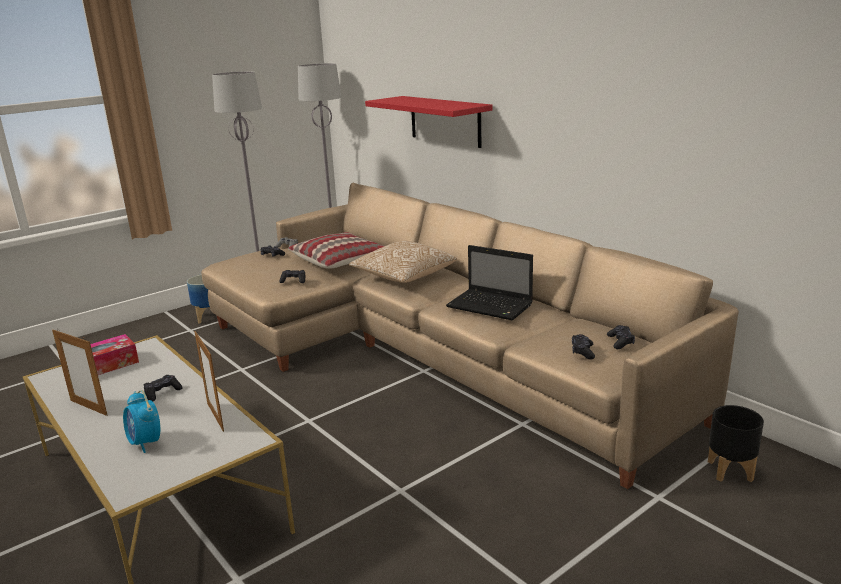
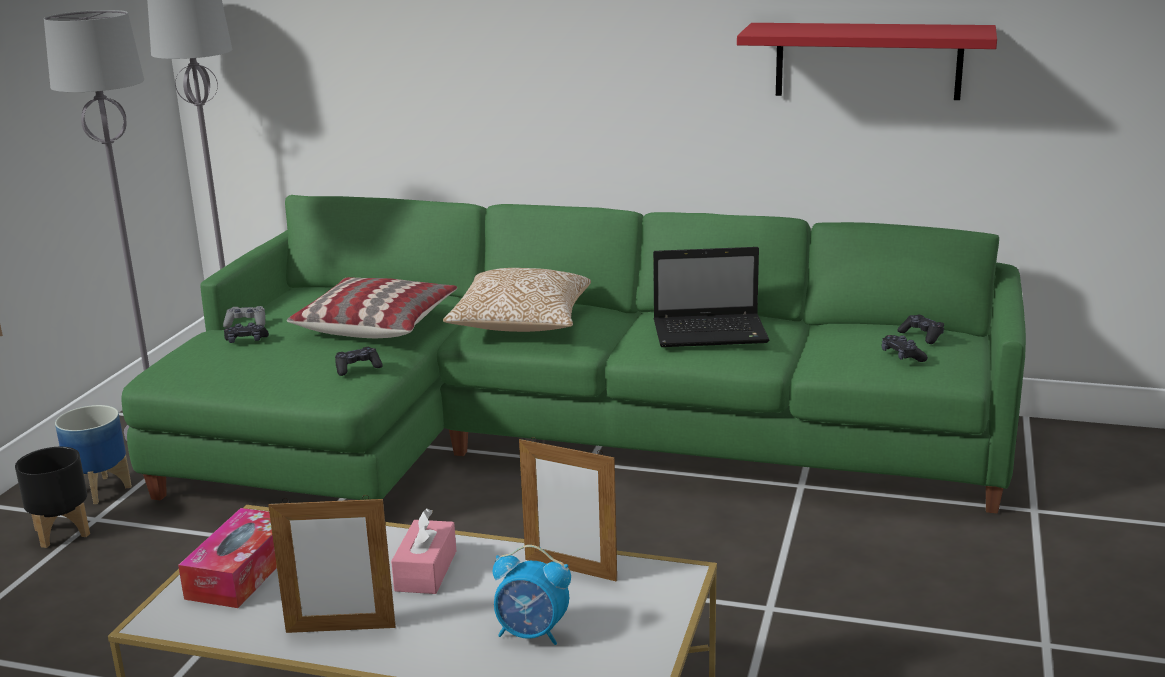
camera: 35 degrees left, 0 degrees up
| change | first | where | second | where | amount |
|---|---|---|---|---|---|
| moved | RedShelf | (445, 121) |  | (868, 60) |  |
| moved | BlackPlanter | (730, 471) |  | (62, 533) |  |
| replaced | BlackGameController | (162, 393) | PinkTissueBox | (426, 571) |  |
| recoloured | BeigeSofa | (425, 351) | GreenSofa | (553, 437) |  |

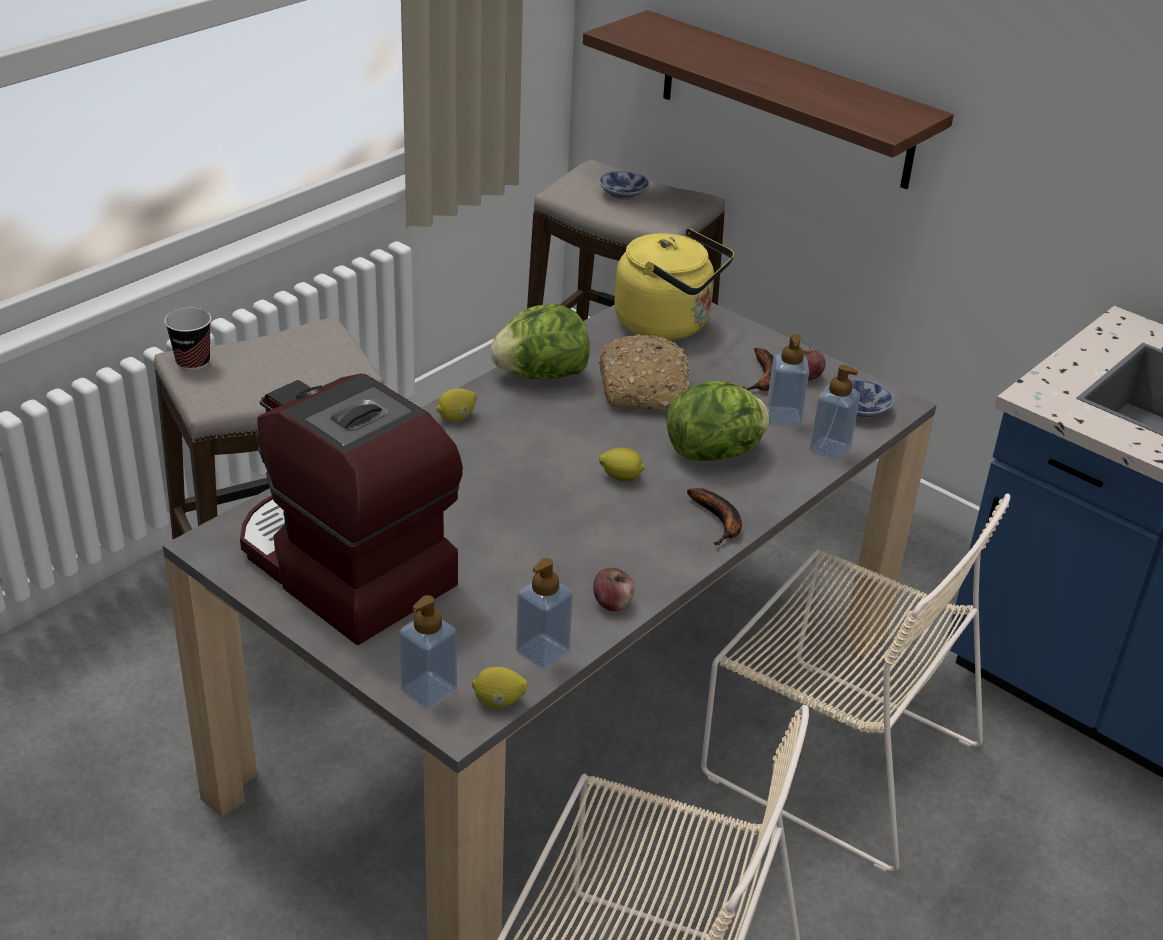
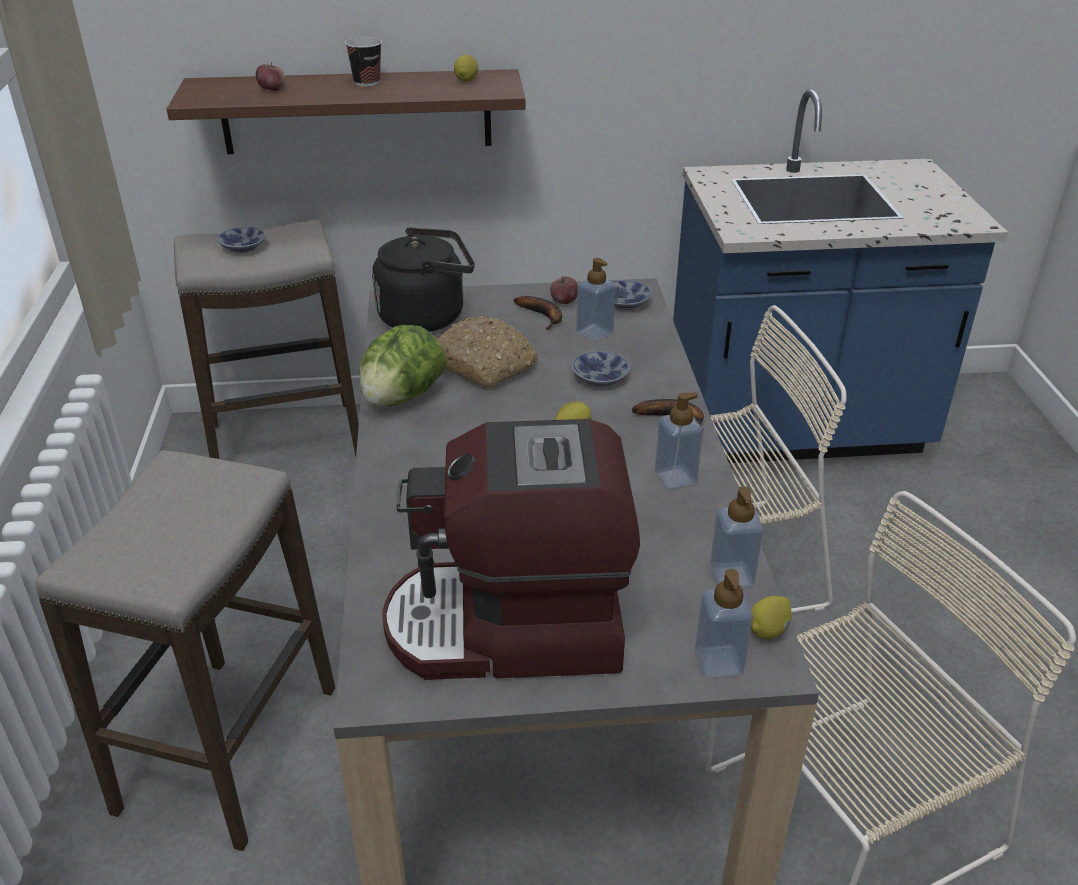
camera: 45 degrees left, 0 degrees up
| change | first | where | second | where | amount |
|---|---|---|---|---|---|
| moved | Cup | (193, 362) |  | (367, 82) |  |
| moved | Lemon | (456, 418) |  | (467, 80) |  |
| moved | Apple | (612, 603) |  | (272, 90) |  |
| moved | SoapDispenser | (830, 449) |  | (675, 478) |  |
| replaced | Lettuce | (715, 453) | Bowl | (598, 378) |  |
| recoloured | YellowKettle | (668, 325) | BlackKettle | (427, 316) |  |

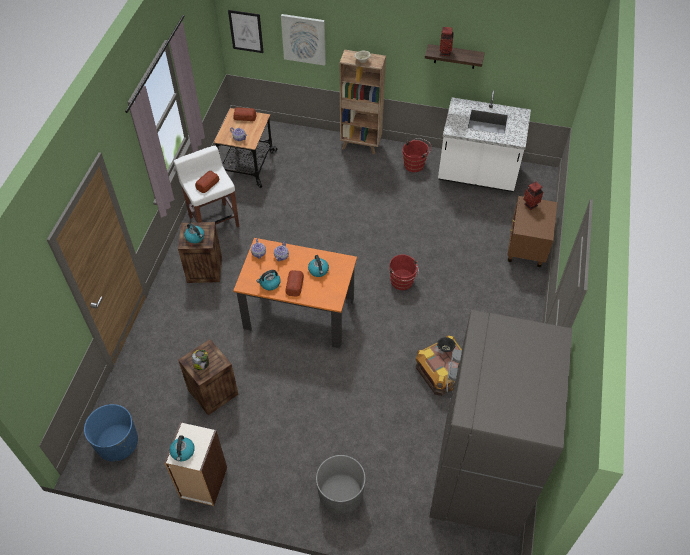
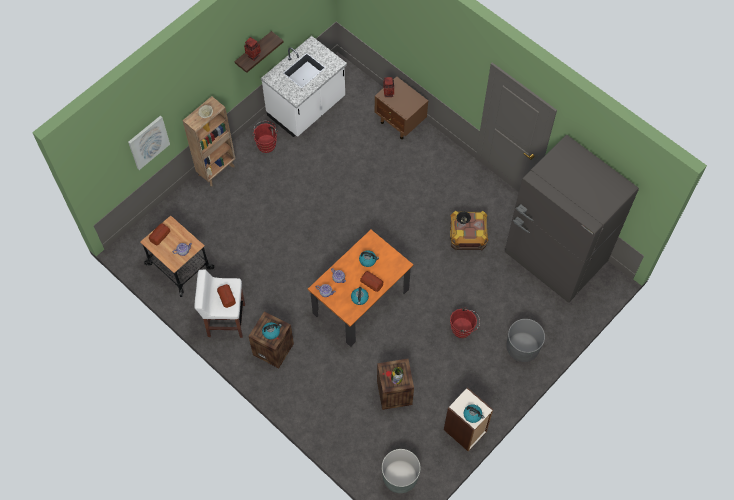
camera: 60 degrees left, 10 degrees up
| change | first | where | second | where | amount |
|---|---|---|---|---|---|
| removed | Picture | (246, 31) |  |  |  |
| moved | RedBucket | (402, 283) |  | (463, 329) |  |
| recoloured | BluePlanter | (117, 443) | GreyPlanter | (400, 477) |  |

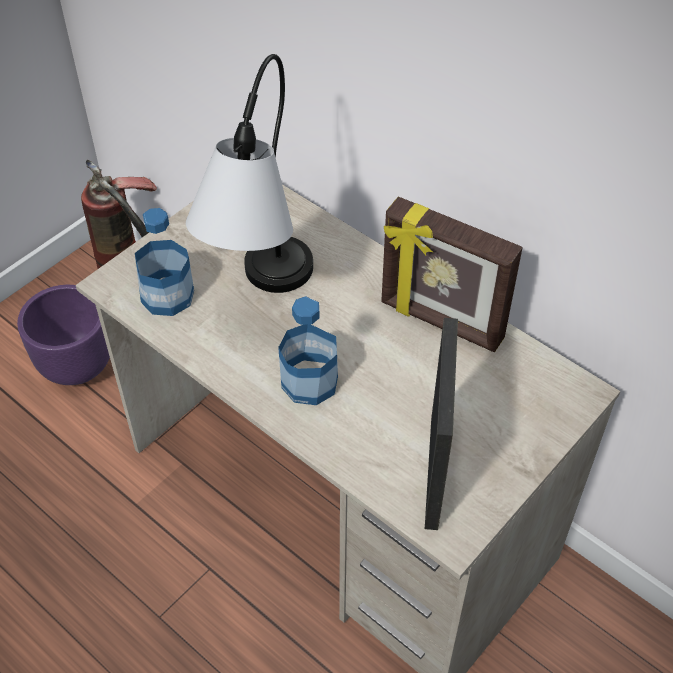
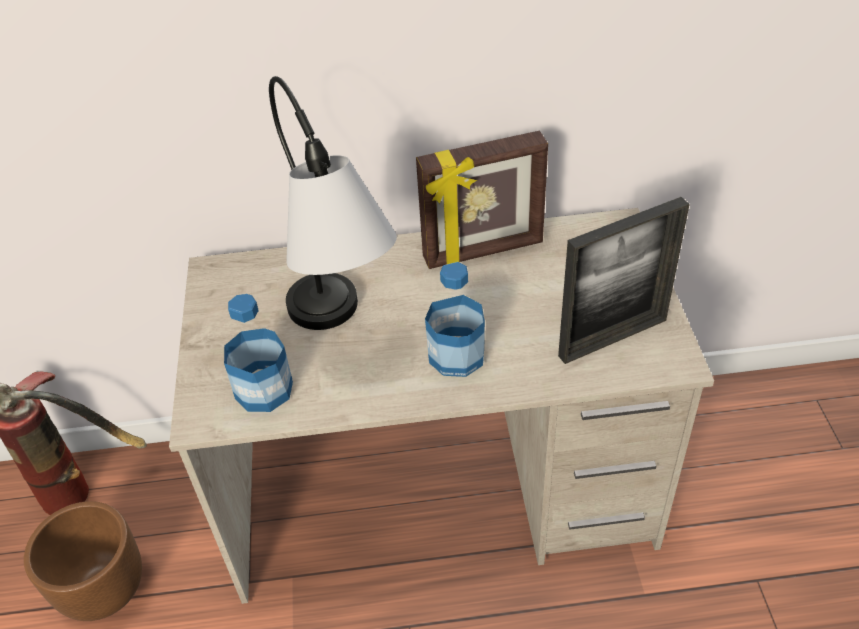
camera: 45 degrees left, 5 degrees down
| change | first | where | second | where | amount |
|---|---|---|---|---|---|
| recoloured | PurplePlanter | (76, 368) | BrownPlanter | (104, 593) |  |
| turned | PictureFrame | (434, 472) |  | (612, 338) | 105 degrees clockwise |

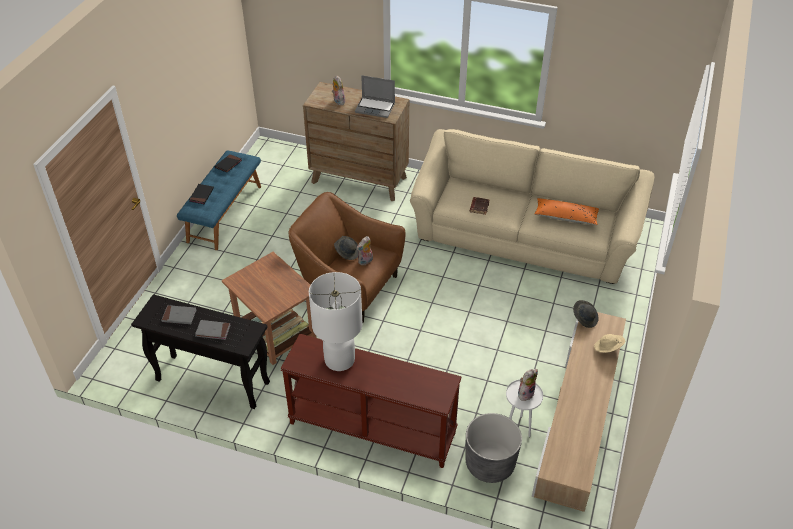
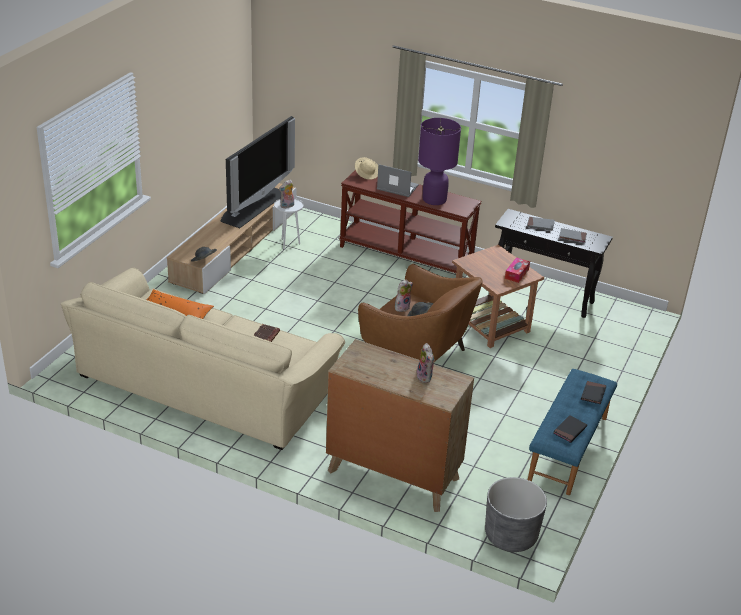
camera: 175 degrees left, 10 degrees down
| change | first | where | second | where | amount |
|---|---|---|---|---|---|
| added |  |  | Television | (253, 206) |  |
| added |  |  | TissueBox | (516, 274) |  |
| moved | Laptop | (375, 108) |  | (396, 188) |  |
| moved | GreyPlanter | (490, 464) |  | (510, 535) |  |
| moved | BeigeHat | (608, 348) |  | (367, 174) |  |
| recoloured | WhiteTableLamp | (339, 359) | PurpleTableLamp | (434, 200) |  |

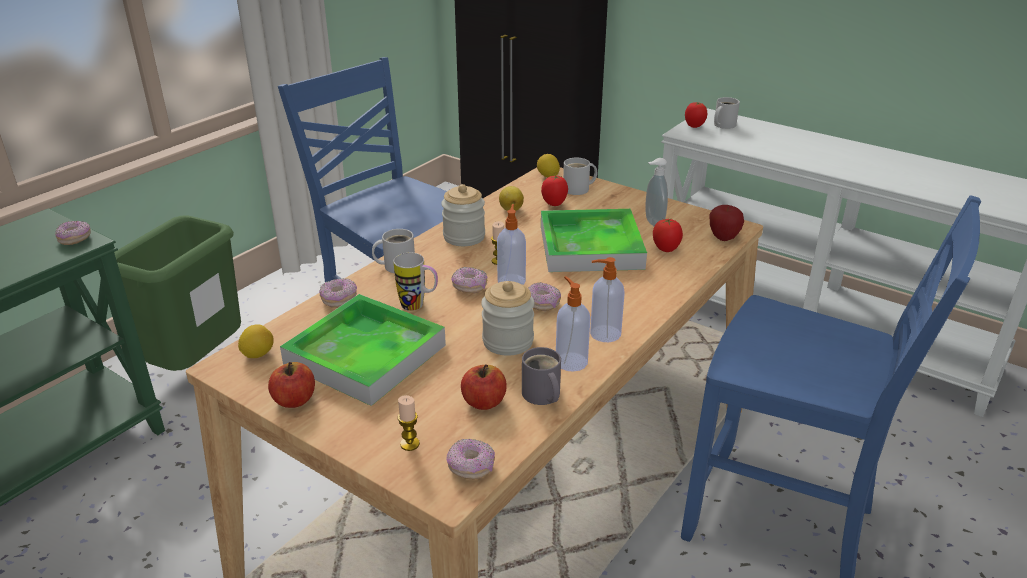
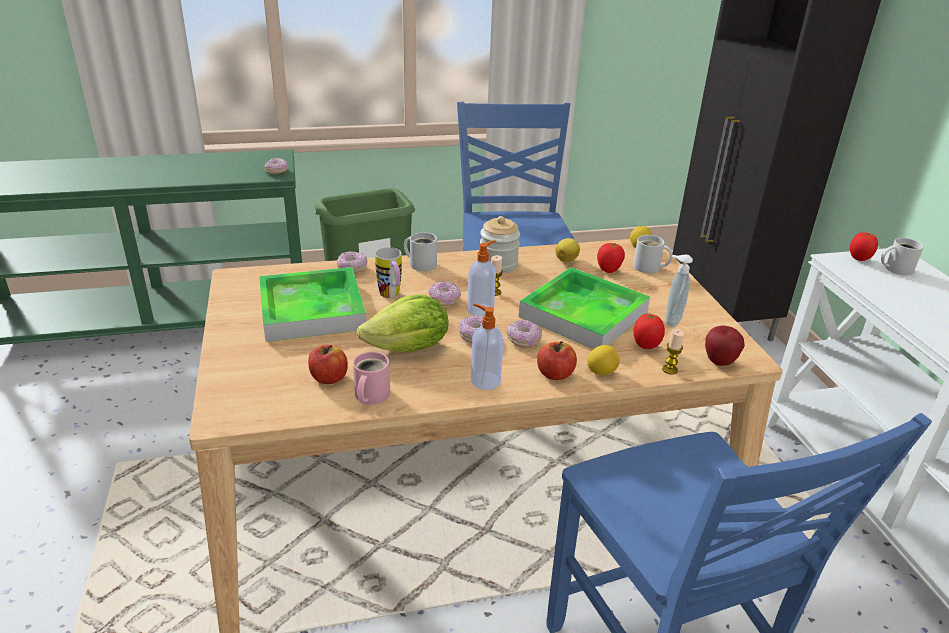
camera: 40 degrees right, 0 degrees up
| change | first | where | second | where | amount |
|---|---|---|---|---|---|
| removed | SoapDispenser | (570, 361) |  |  |  |
| moved | Lemon | (258, 354) |  | (601, 372) |  |
| moved | Apple | (294, 400) |  | (555, 374) |  |
| moved | Candle | (410, 444) |  | (669, 370) |  |
| moved | Donut | (471, 467) |  | (523, 340) |  |
| replaced | Jar | (508, 341) | Lettuce | (409, 348) |  |
| recoloured | GreyMug | (541, 396) | PinkMug | (369, 396) |  |

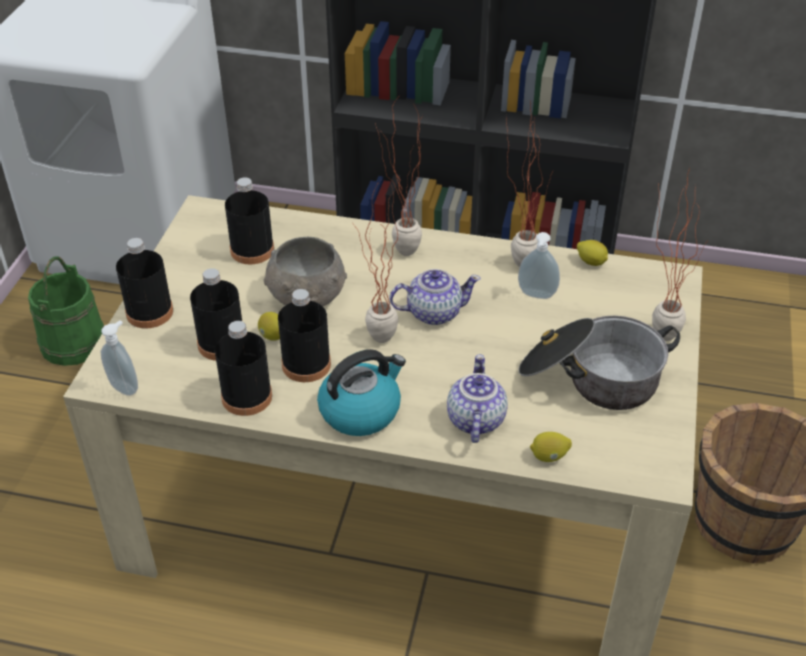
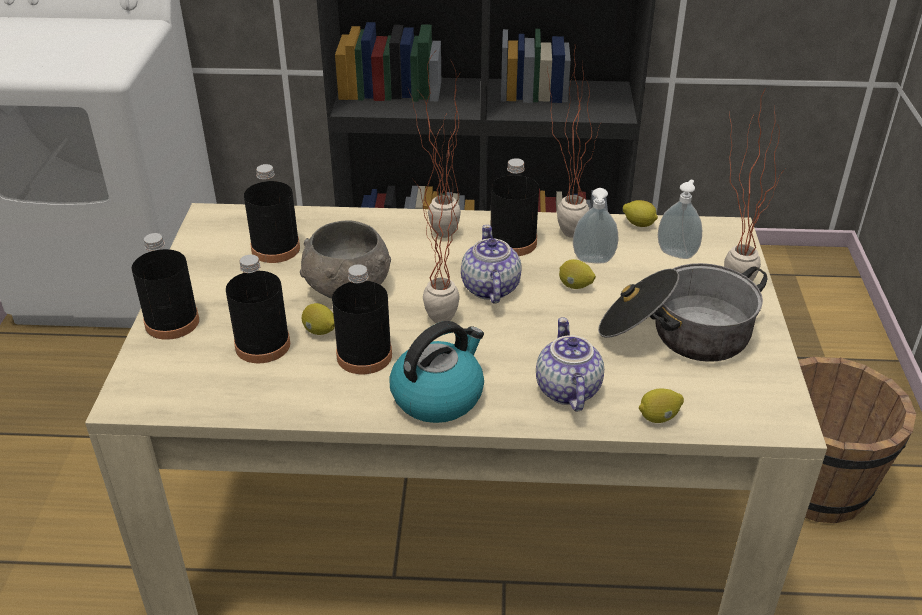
camera: 10 degrees left, 5 degrees down
| change | first | where | second | where | amount |
|---|---|---|---|---|---|
| removed | GreenBucket | (73, 342) |  |  |  |
| added |  |  | Lemon | (575, 286) |  |
| moved | SoapDispenser | (125, 387) |  | (677, 253) |  |
| moved | BlackBottle | (247, 397) |  | (513, 242) |  |
| turned | Teapot | (433, 312) |  | (489, 288) | 75 degrees counterclockwise |

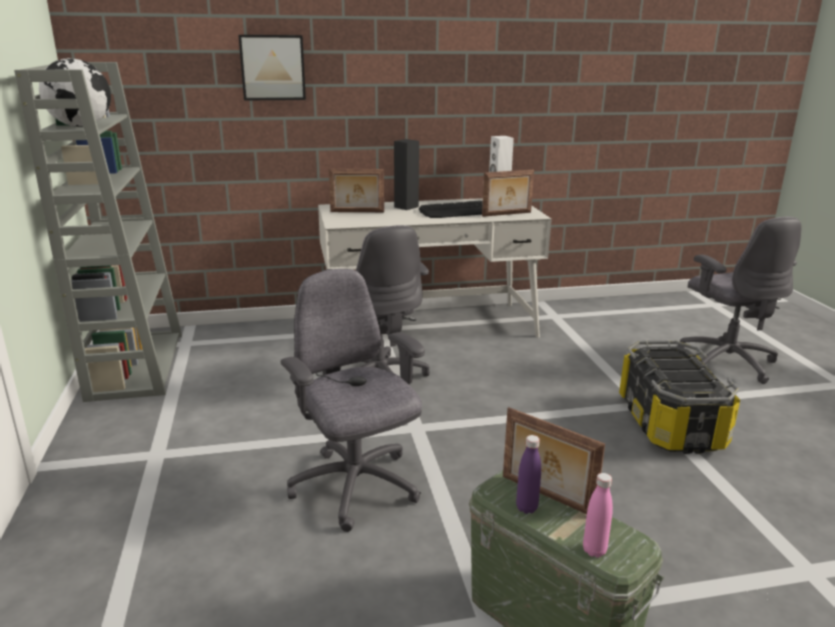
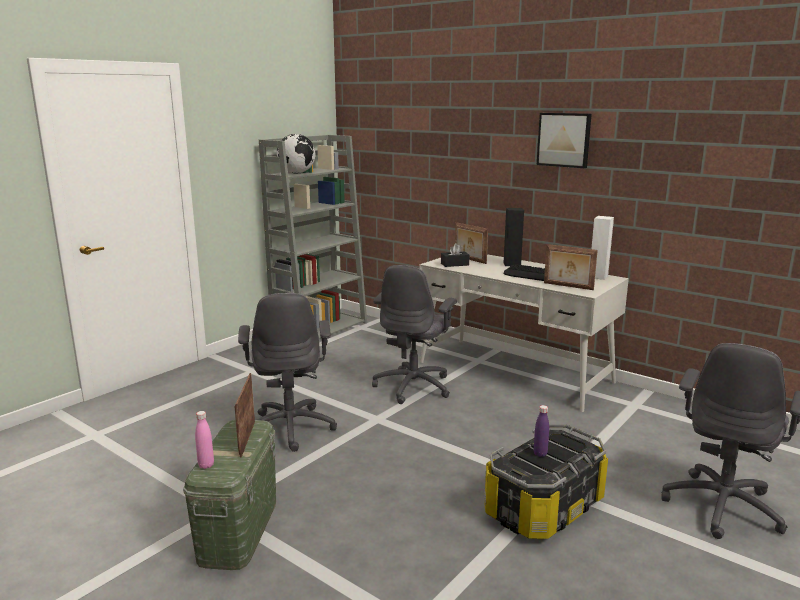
camera: 50 degrees right, 5 degrees down
| change | first | where | second | where | amount |
|---|---|---|---|---|---|
| added |  |  | BlackTissueBox | (454, 264) |  |
| moved | Picture | (272, 67) |  | (564, 139) |  |
| moved | PurpleBottle | (526, 508) |  | (540, 454) |  |
| turned | GreyOfficeChair | (355, 488) |  | (290, 427) | 150 degrees clockwise |

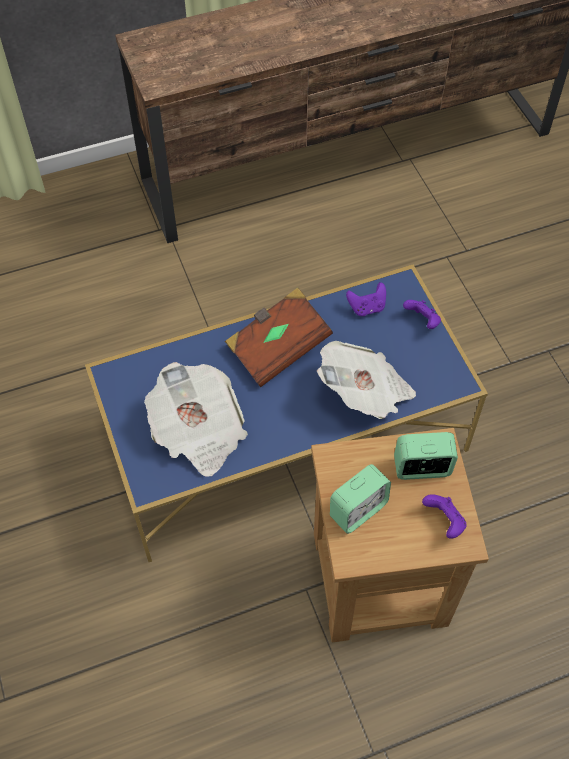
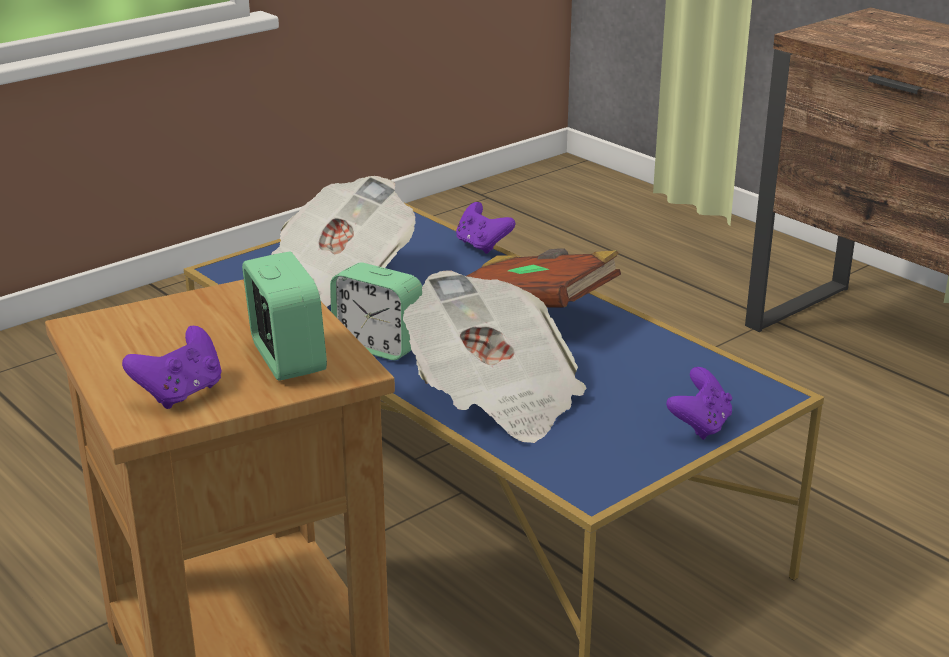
camera: 70 degrees right, 30 degrees down
| change | first | where | second | where | amount |
|---|---|---|---|---|---|
| moved | AlarmClock | (358, 510) |  | (378, 346) |  |
| moved | PurpleGameController | (367, 307) |  | (482, 245) |  |

